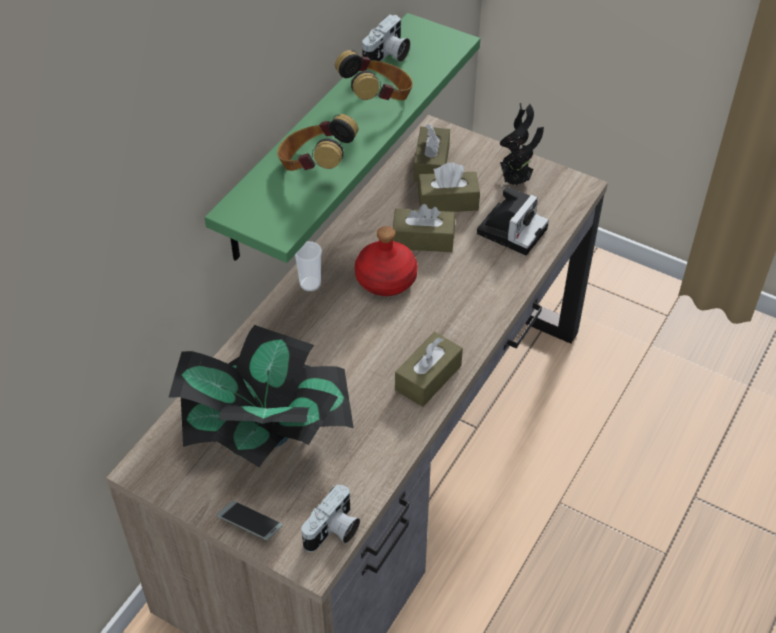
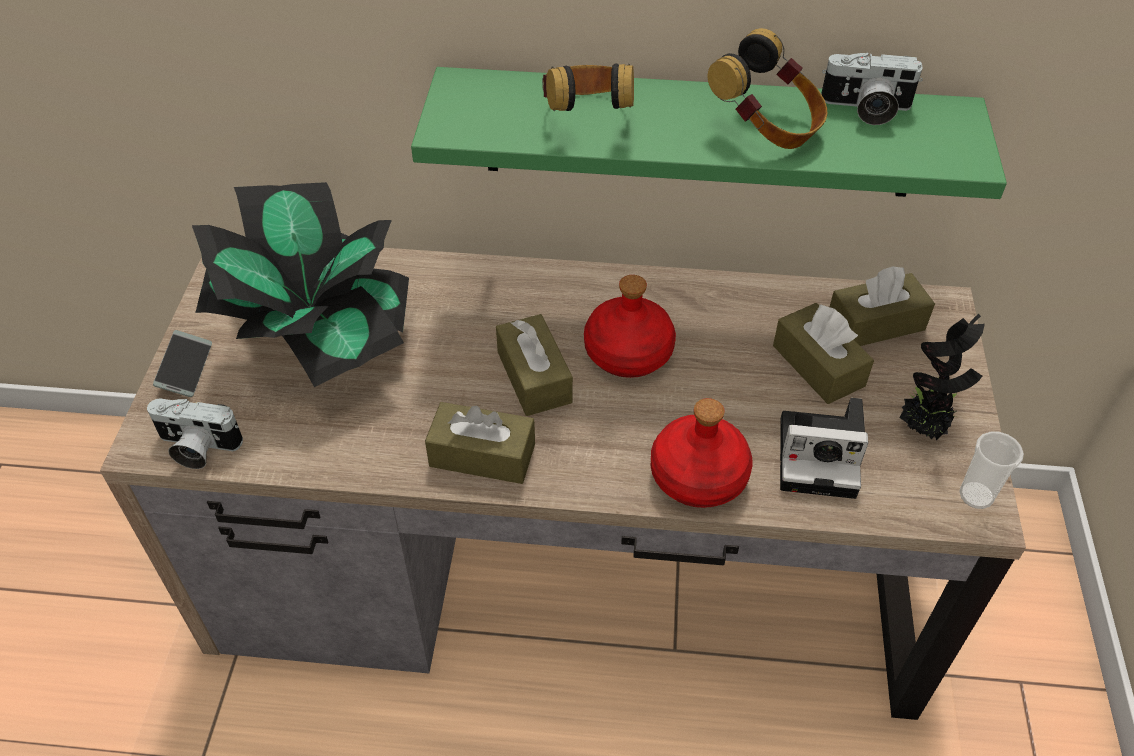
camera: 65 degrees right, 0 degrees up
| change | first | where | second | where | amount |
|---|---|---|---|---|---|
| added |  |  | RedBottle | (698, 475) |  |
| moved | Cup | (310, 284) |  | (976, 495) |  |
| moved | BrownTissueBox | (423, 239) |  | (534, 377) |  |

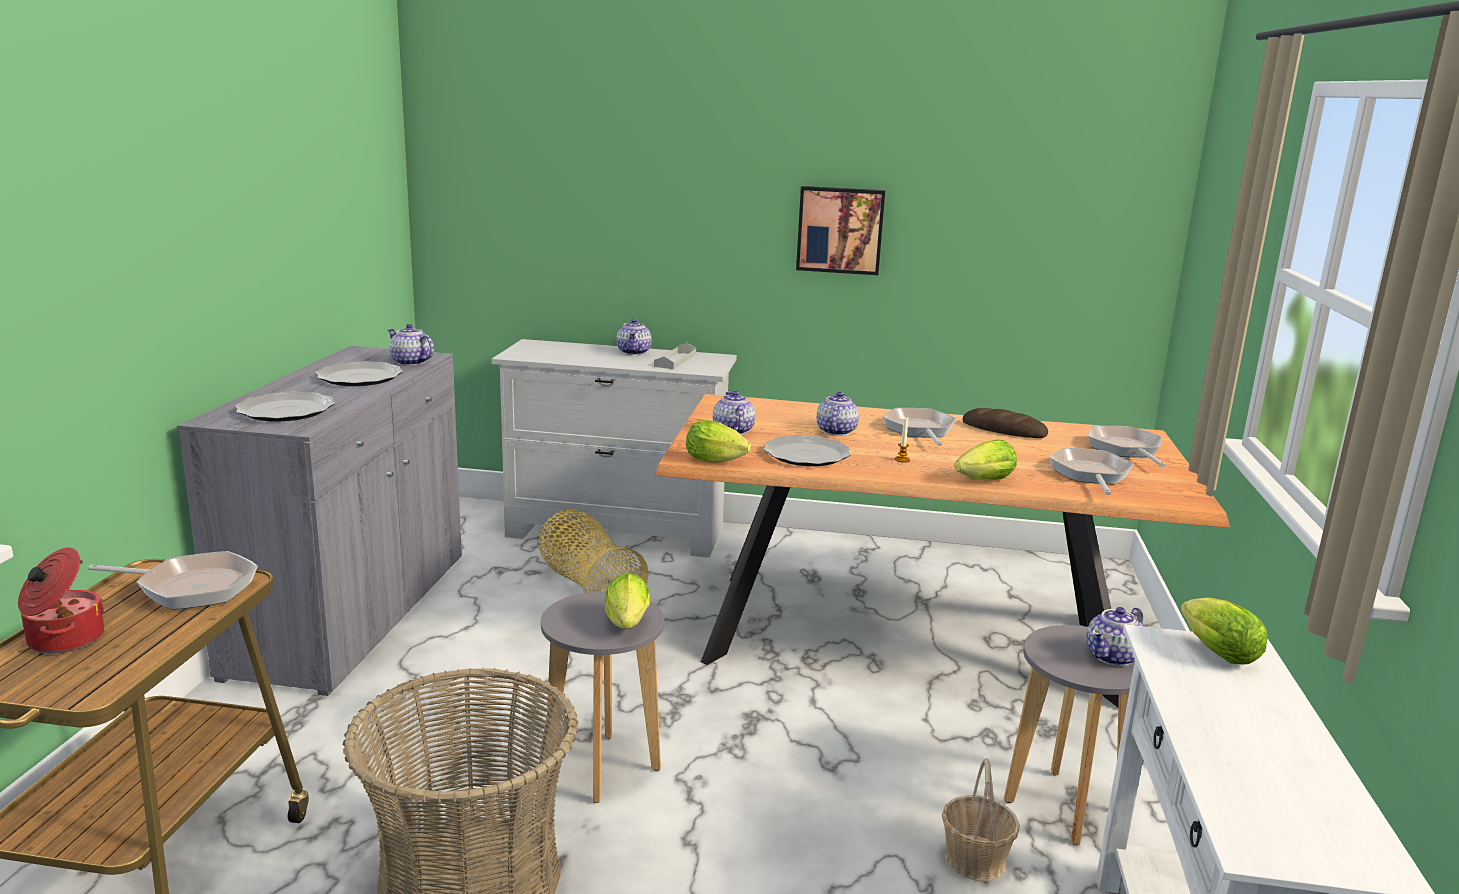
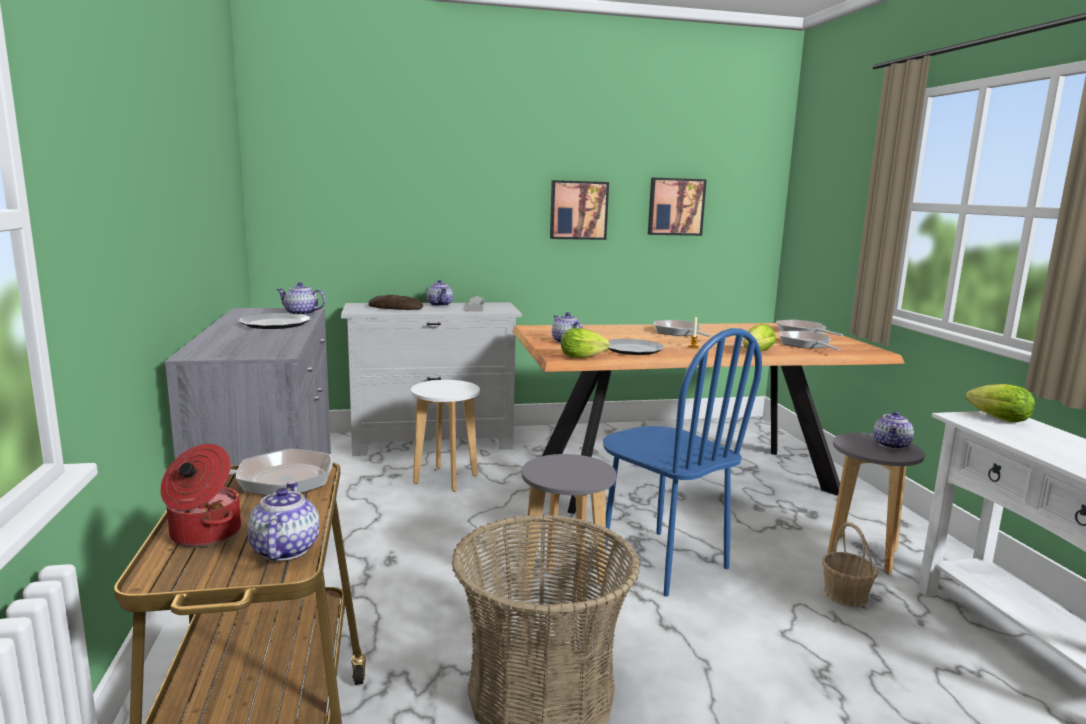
camera: 20 degrees left, 5 degrees down
| change | first | where | second | where | amount |
|---|---|---|---|---|---|
| removed | Plate | (286, 410) |  |  |  |
| removed | Lettuce | (627, 626) |  |  |  |
| added |  |  | BlueChair | (663, 561) |  |
| added |  |  | Picture | (675, 206) |  |
| moved | Teapot | (835, 431) |  | (284, 550) |  |
| moved | Bread | (1004, 430) |  | (395, 308) |  |
| replaced | Basket | (589, 587) | WhiteStool | (445, 479) |  |

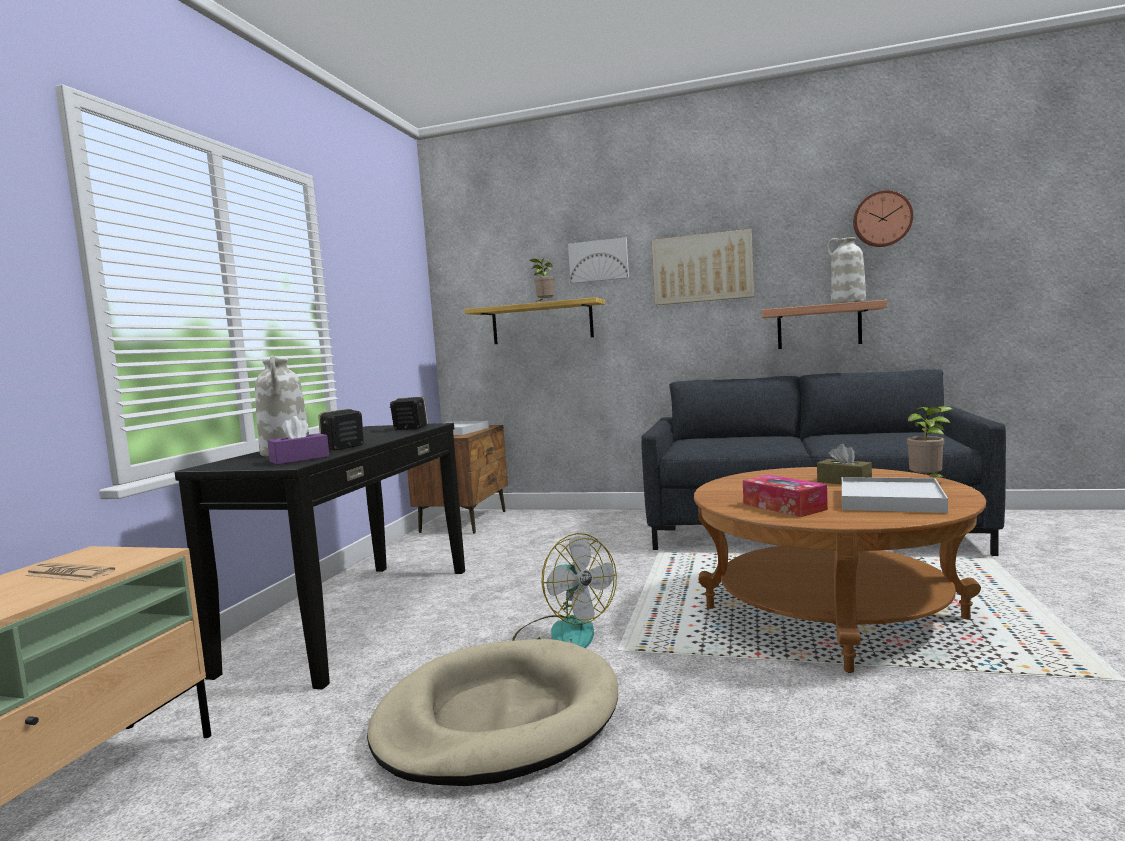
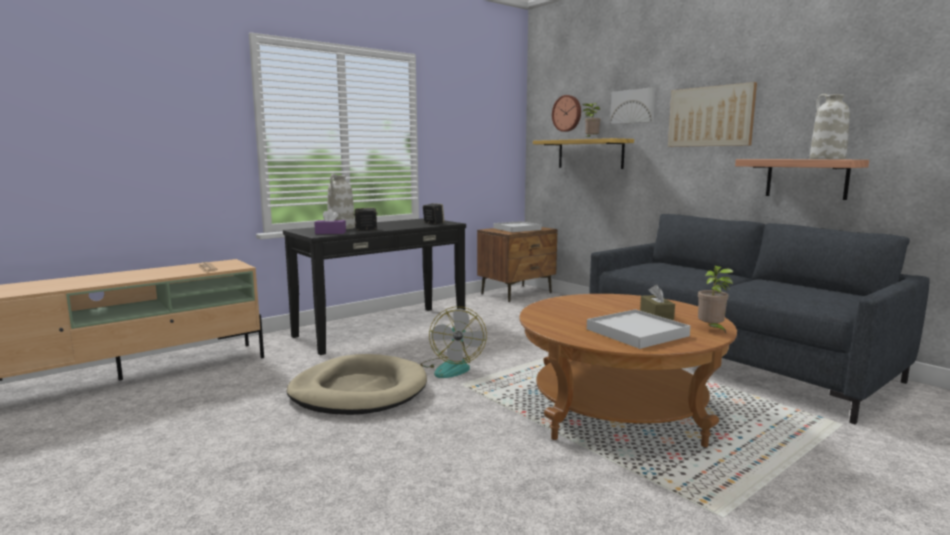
camera: 35 degrees right, 5 degrees up
| change | first | where | second | where | amount |
|---|---|---|---|---|---|
| removed | TissueBox | (784, 506) |  |  |  |
| moved | WallClock | (882, 219) |  | (567, 113) |  |

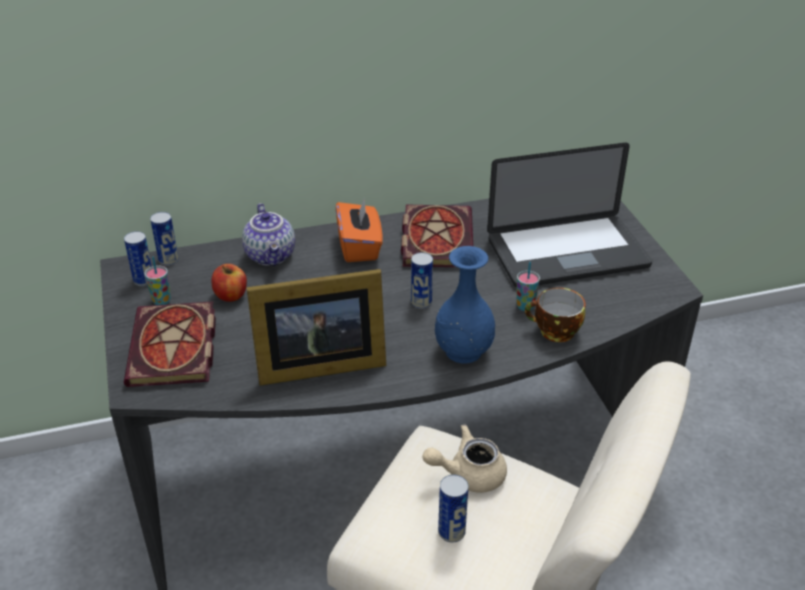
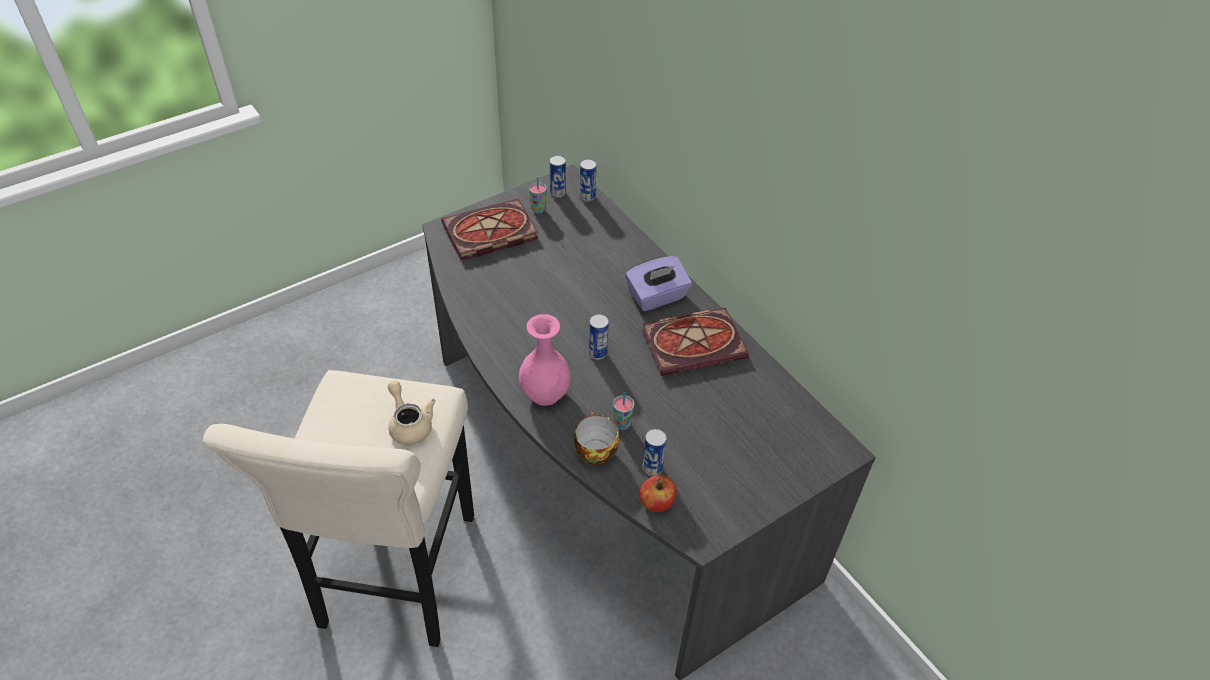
camera: 70 degrees right, 10 degrees up
| change | first | where | second | where | amount |
|---|---|---|---|---|---|
| removed | Teapot | (272, 256) |  |  |  |
| removed | PictureFrame | (316, 364) |  |  |  |
| removed | Laptop | (567, 253) |  |  |  |
| moved | Apple | (231, 295) |  | (657, 502) |  |
| moved | Can | (451, 532) |  | (652, 468) |  |
| recoloured | OrangeTissueBox | (359, 247) | PurpleTissueBox | (657, 297) |  |
| recoloured | BlueVase | (463, 351) | PinkVase | (545, 393) |  |

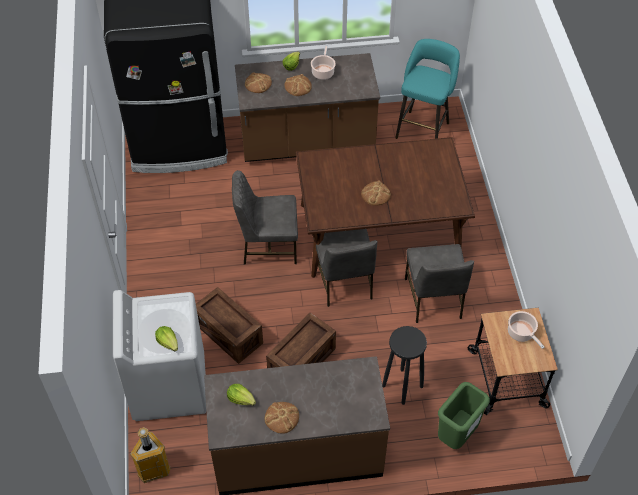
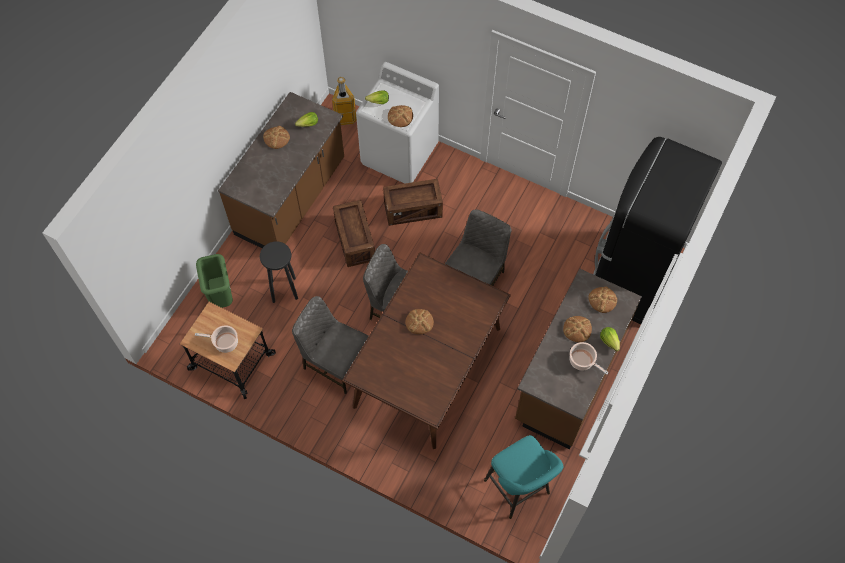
camera: 125 degrees right, 10 degrees up
| change | first | where | second | where | amount |
|---|---|---|---|---|---|
| added |  |  | Bread | (400, 116) |  |

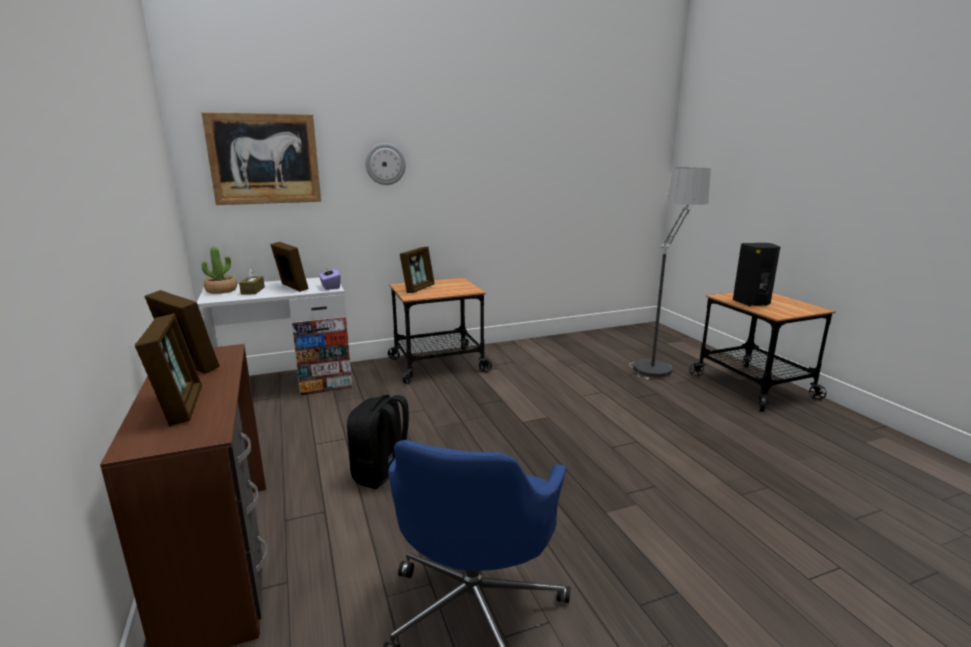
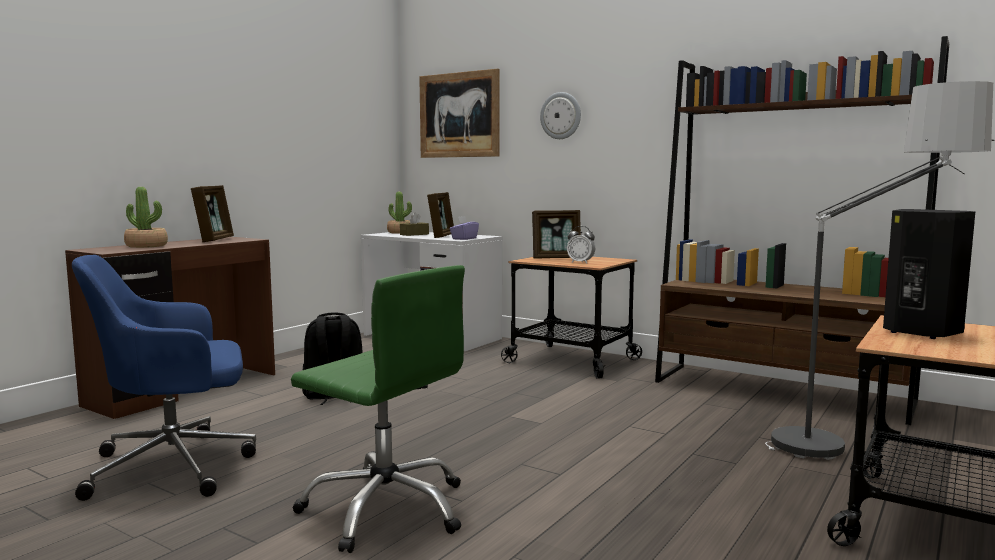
camera: 55 degrees right, 10 degrees down
| change | first | where | second | where | amount |
|---|---|---|---|---|---|
| added |  |  | GreenOfficeChair | (386, 509) |  |
| added |  |  | AlarmClock | (580, 262) |  |
| added |  |  | BrownBookcase | (781, 392) |  |
| replaced | PictureFrame | (180, 406) | PottedPlant | (146, 246) |  |

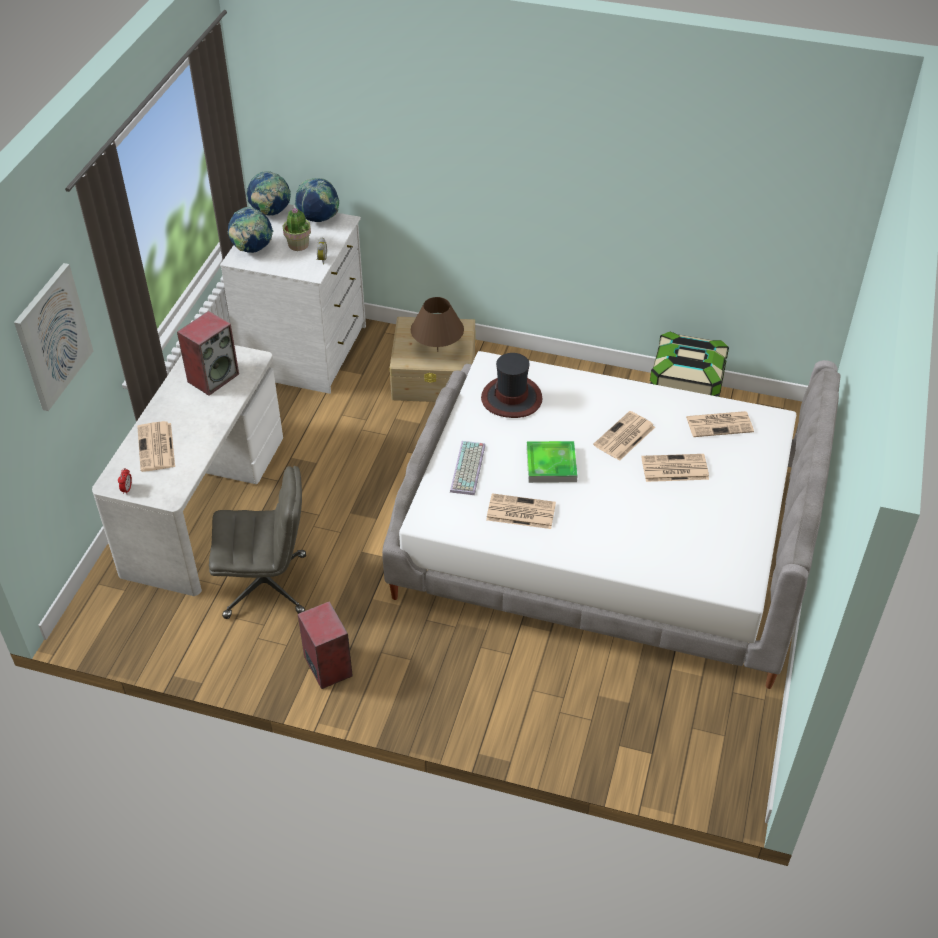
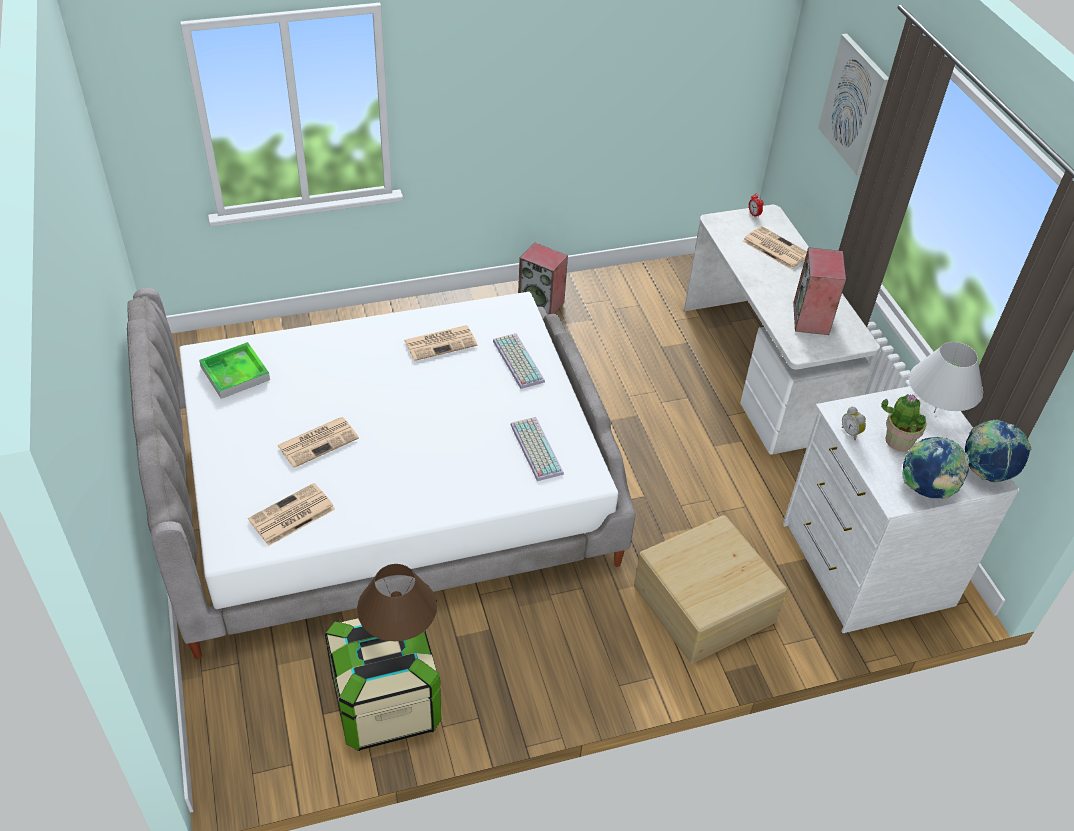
camera: 145 degrees right, 0 degrees up
| change | first | where | second | where | amount |
|---|---|---|---|---|---|
| removed | GreyOfficeChair | (267, 585) |  |  |  |
| removed | Newspaper | (624, 437) |  |  |  |
| moved | BrownTableLamp | (437, 351) |  | (399, 631) |  |
| moved | Tray | (551, 465) |  | (235, 373) |  |
| replaced | Globe | (252, 249) | WhiteTableLamp | (934, 412) |  |
| replaced | Hat | (512, 398) | Keyboard | (534, 448) |  |

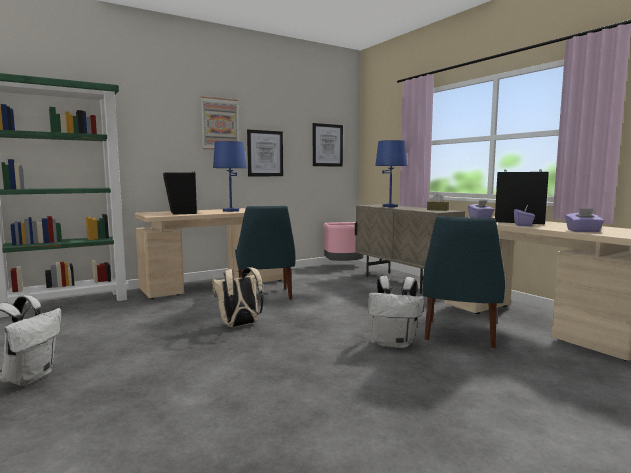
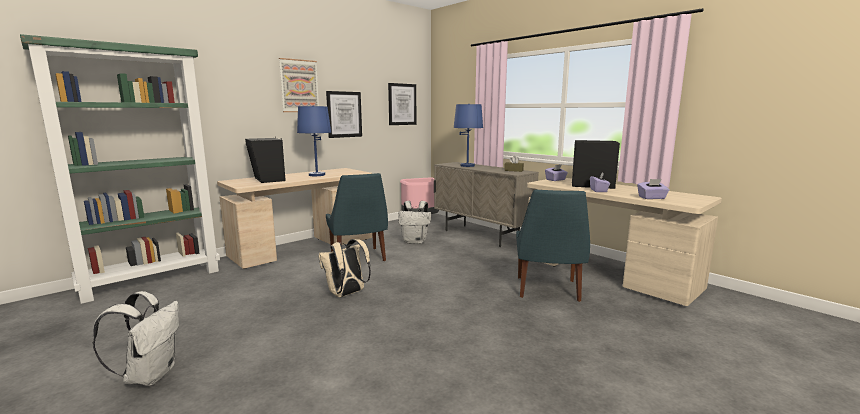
camera: 10 degrees left, 5 degrees up
| change | first | where | second | where | amount |
|---|---|---|---|---|---|
| moved | WhiteBackpack | (394, 343) |  | (415, 241) |  |

